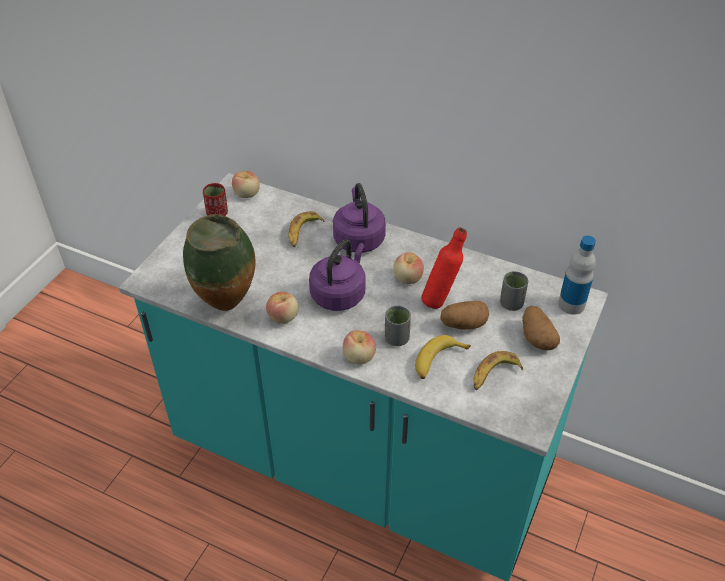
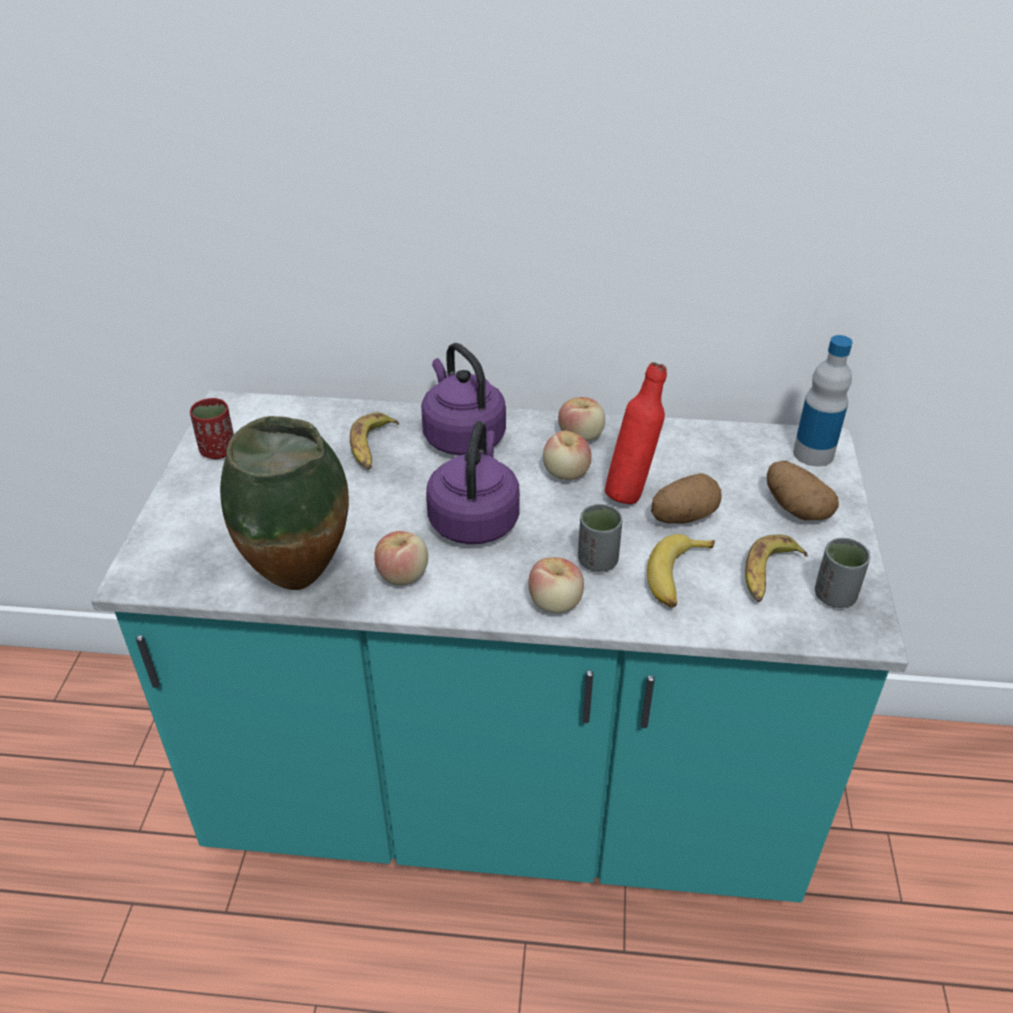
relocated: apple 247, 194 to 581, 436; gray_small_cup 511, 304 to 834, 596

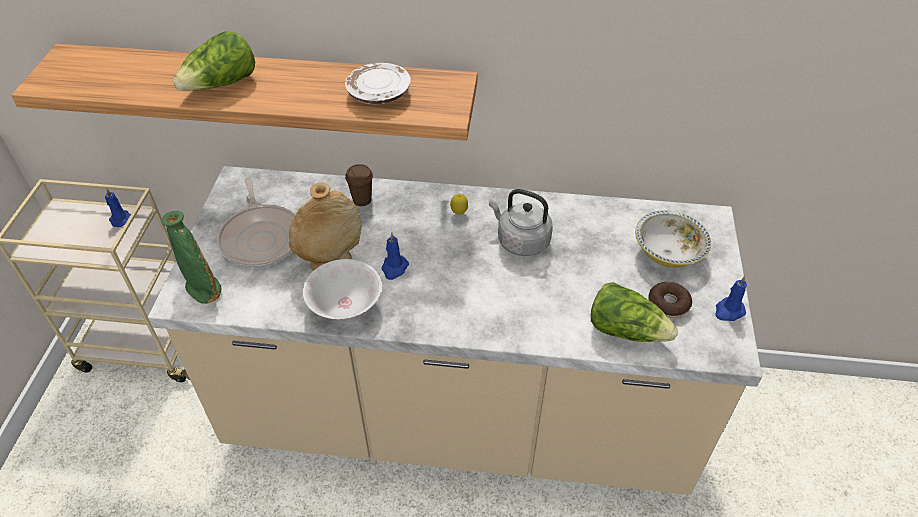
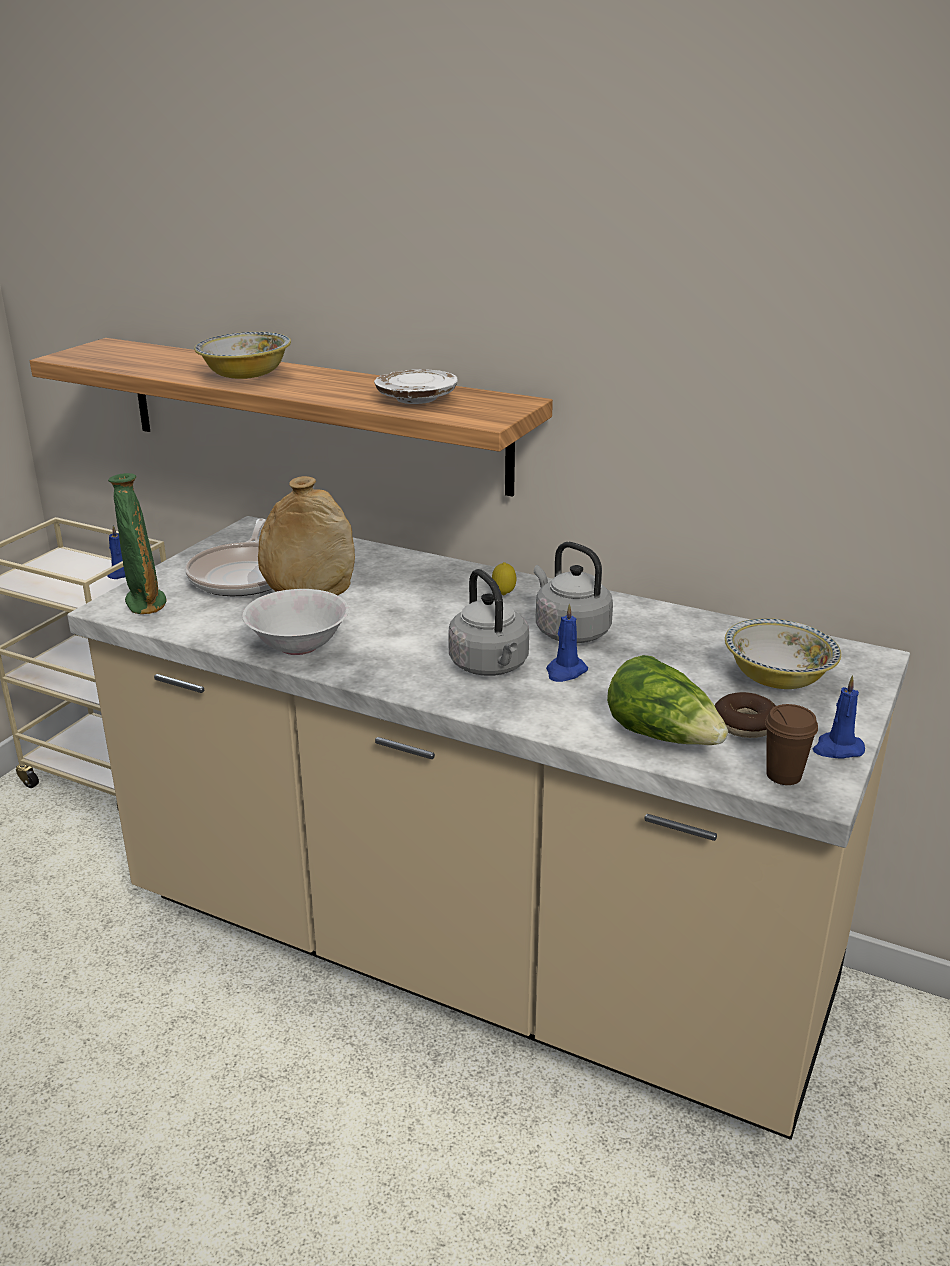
appeared: gray_tea_kettle 490, 666
relocated: blue_candle 394, 268 to 565, 672; brown_small_cup 362, 200 to 783, 775
exchanged: head_of_lettuce 221, 85 to bowl 246, 376

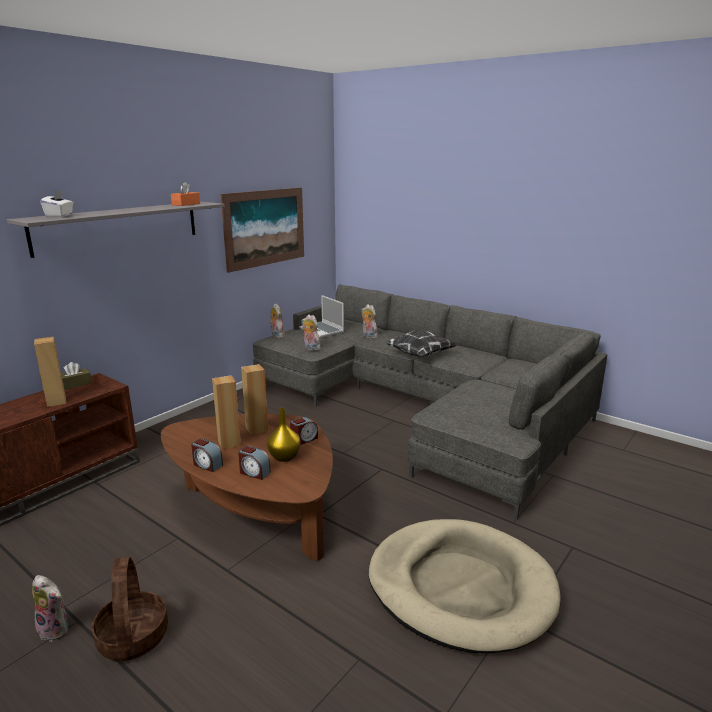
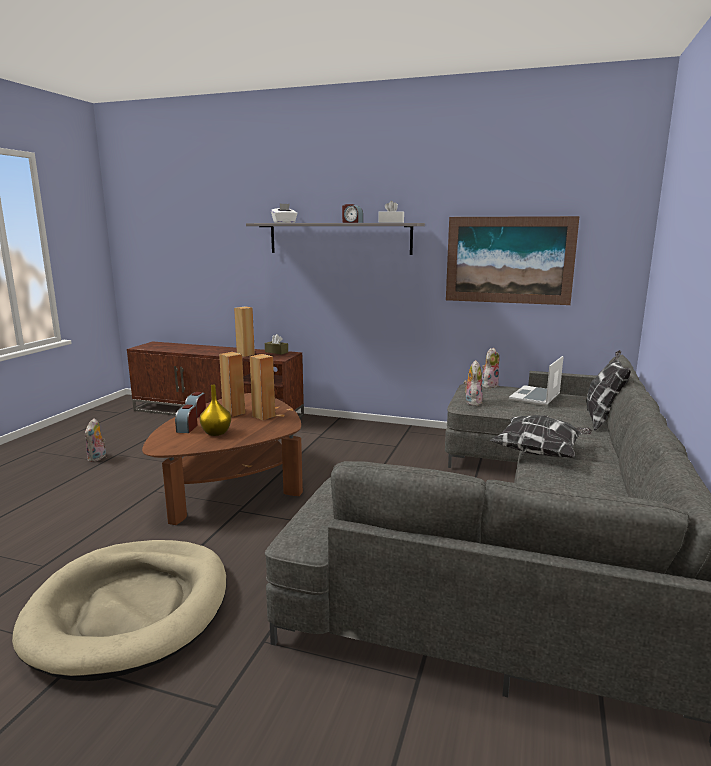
missing: basket 132, 637; plush_toy 368, 336
appeared: throw_pillow 602, 421
relocated: table_clock 304, 439 to 352, 222
colour: orangey_box_of_tissues 186, 204 to whitish_box_of_tissues 391, 222

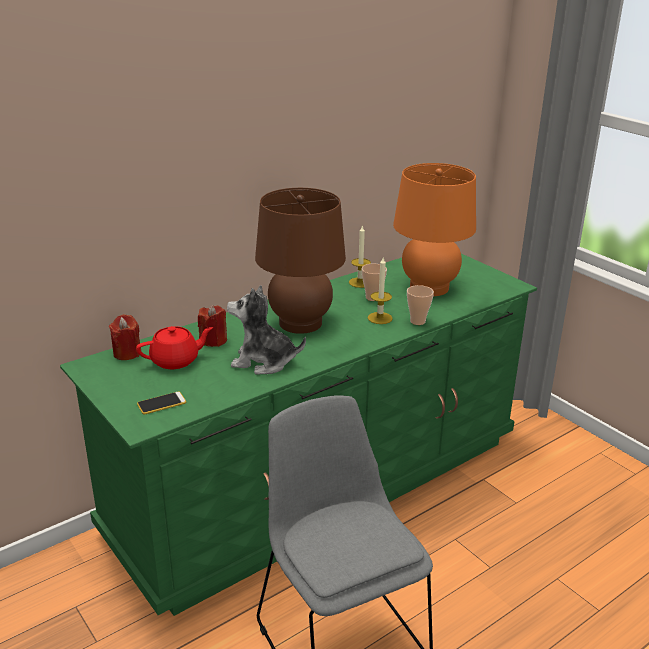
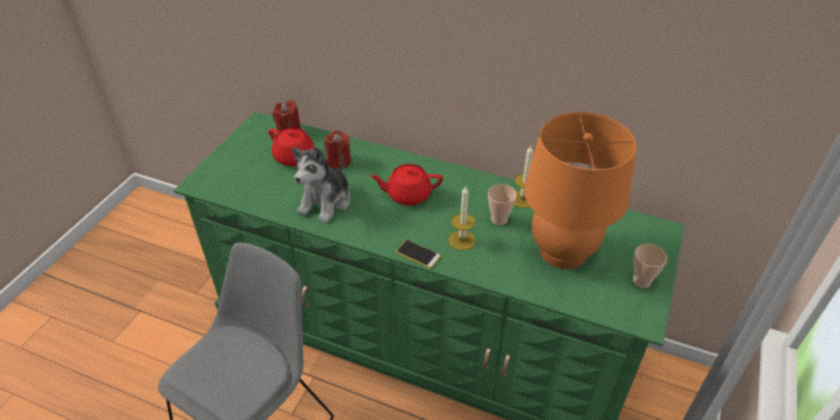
relocated: handset 161, 403 to 418, 254; small_cup 417, 321 to 641, 281
exchanged: brown_table_lamp 300, 323 to red-coloured_teapot 408, 195
spun: plush_toy 263, 361 = 326, 202 135 degrees counterclockwise

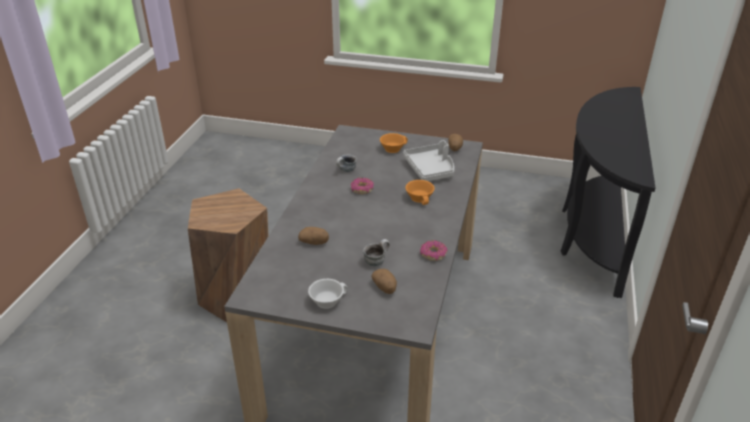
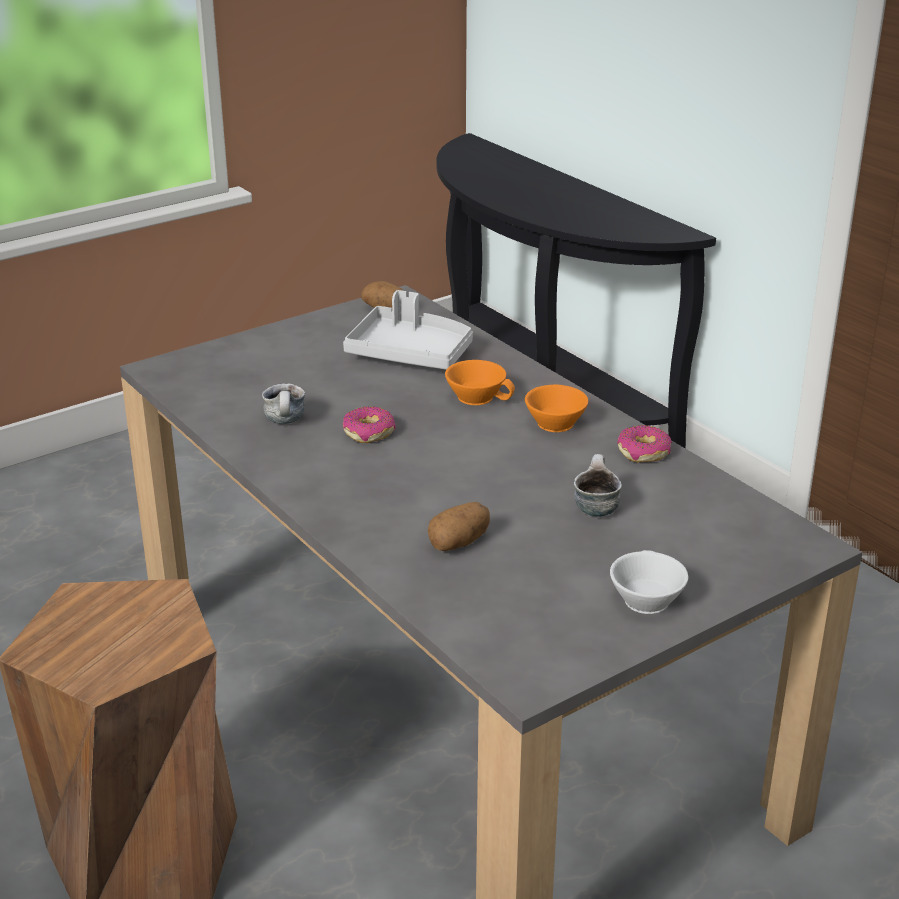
missing: spud 385, 288
relocated: orangey_small_cup 392, 148 to 553, 422

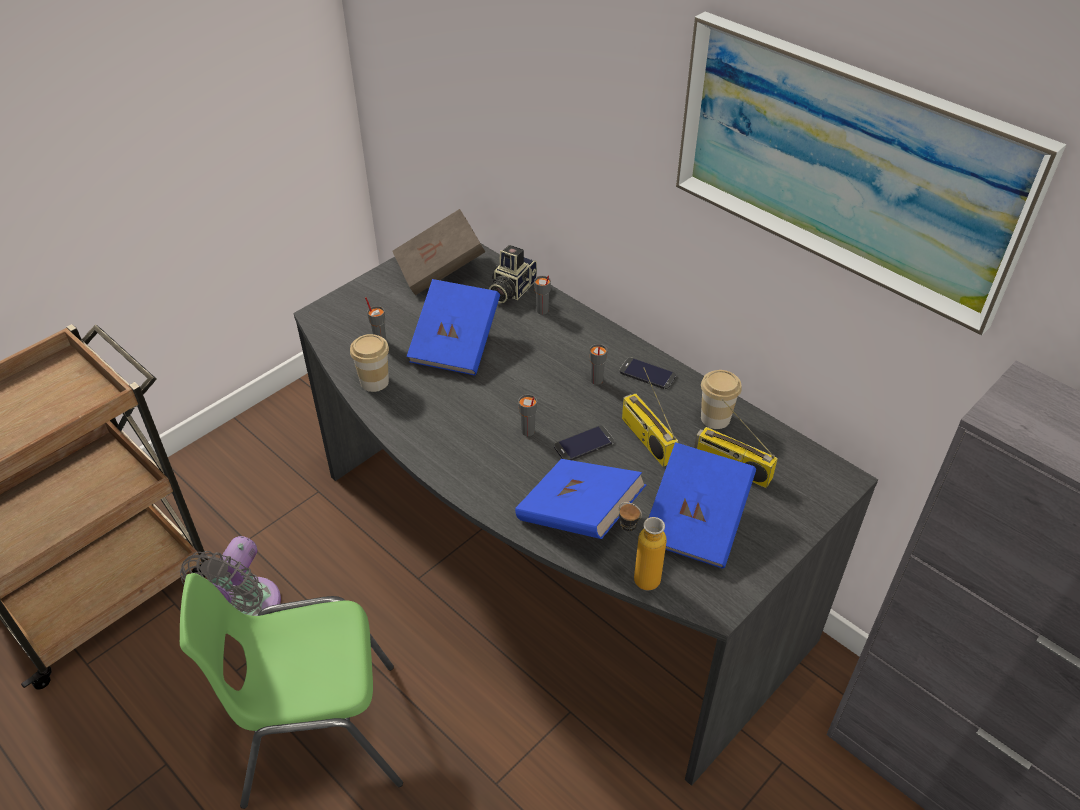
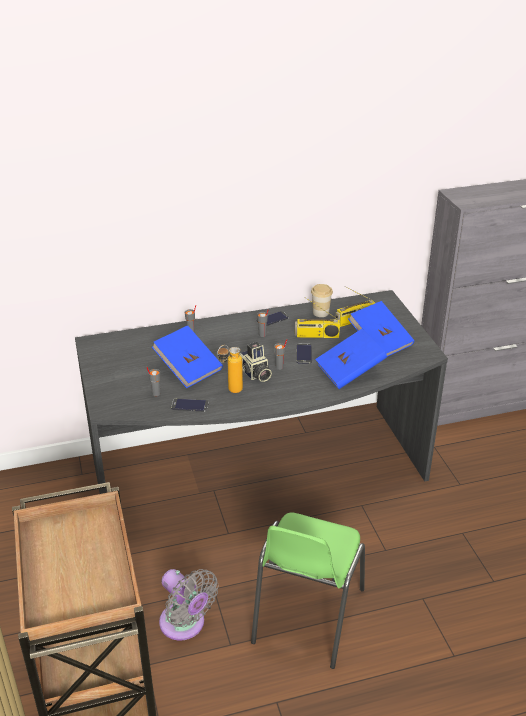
missing: brown_bound_book 440, 270; wall_picture 844, 165
relocated: beverage_bottle 636, 576 to 230, 391; still_camera 510, 289 to 254, 374
exchanged: small_cup 374, 382 to handset 190, 405

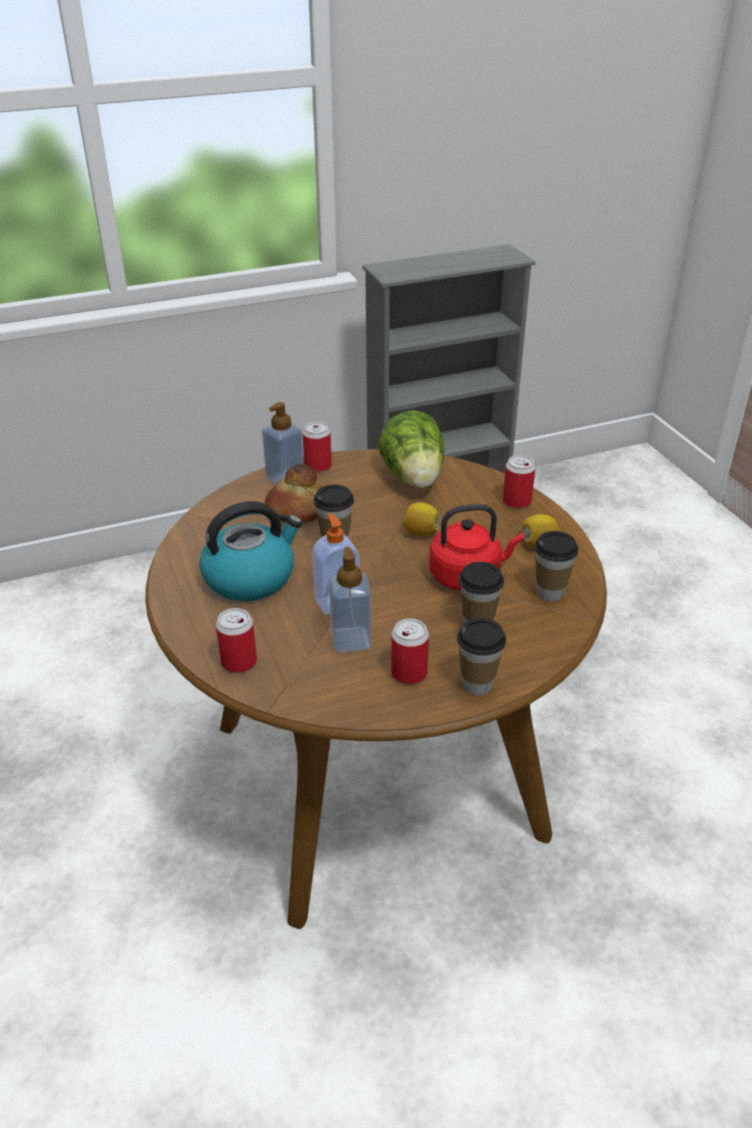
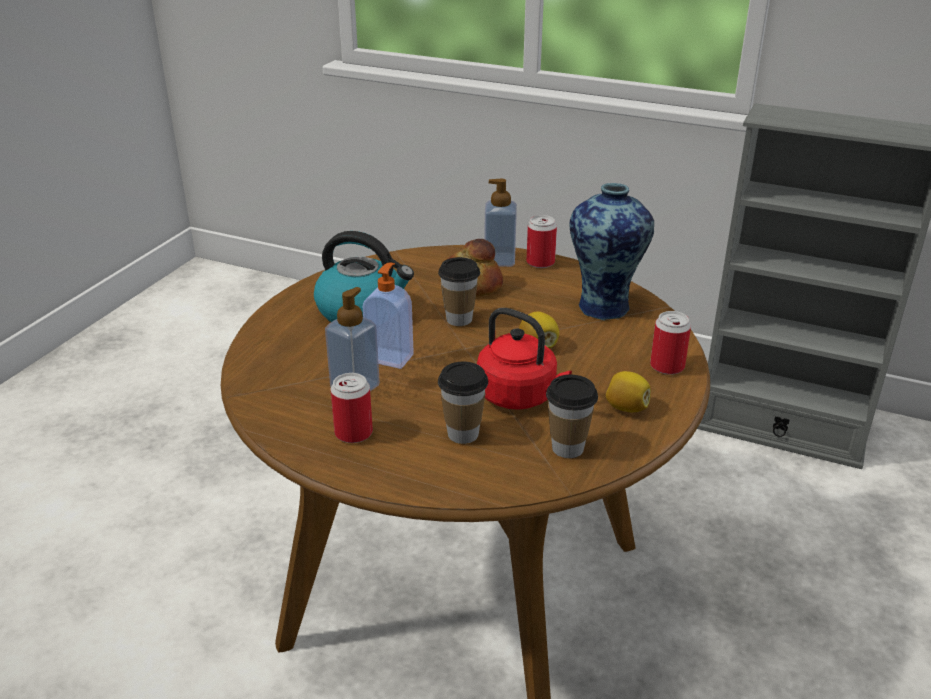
missing: sealed_can 239, 662; small_cup 477, 684
exchanged: head_of_lettuce 414, 478 to decorative_vase 604, 306

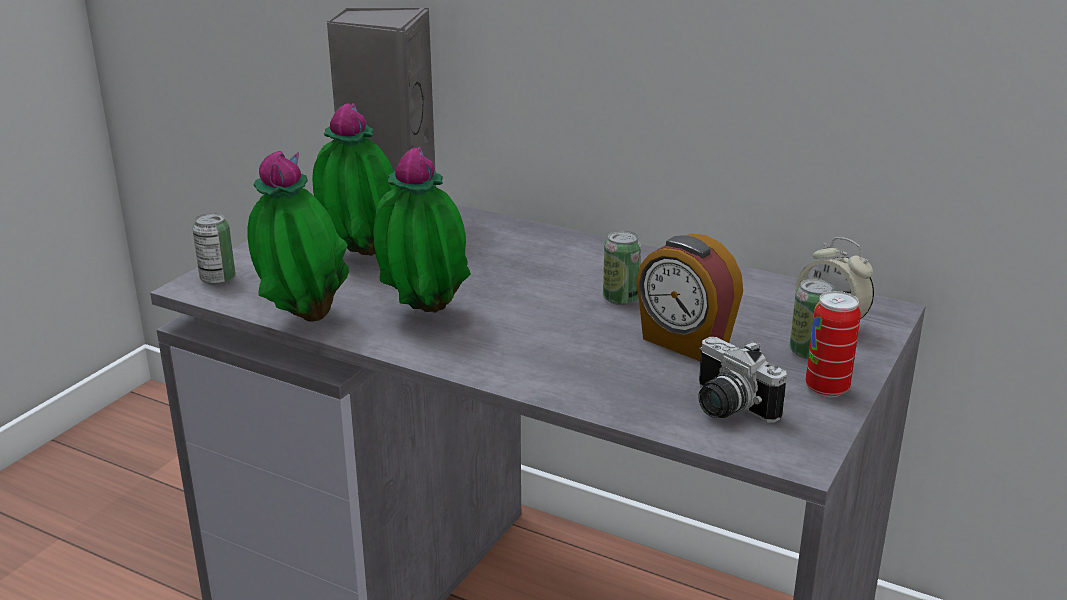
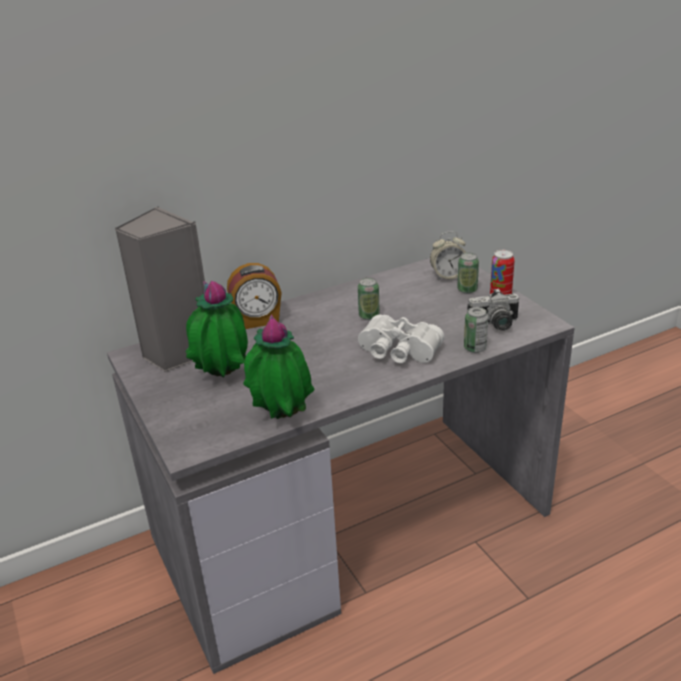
missing: plant_in_a_pot 423, 314
appeared: whitish_binoculars 397, 352
relocated: table_clock 684, 342 to 257, 321; sealed_can 218, 279 to 475, 348

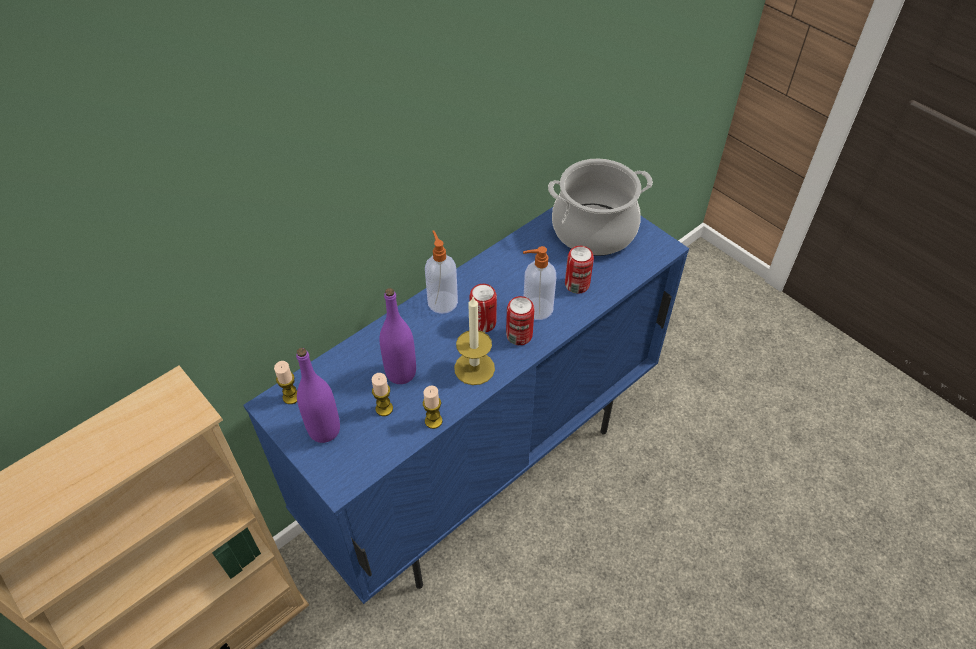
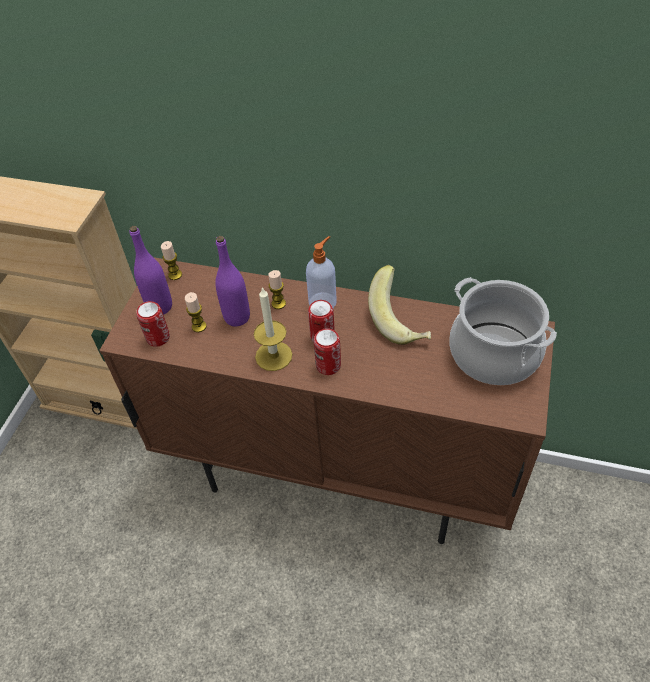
missing: soap_bottle 536, 309
appeared: banana 401, 321
relocated: sealed_can 577, 285 to 158, 338; candle 433, 421 to 278, 303
colour: blue_cabinet 485, 470 to brown_cabinet 337, 475

